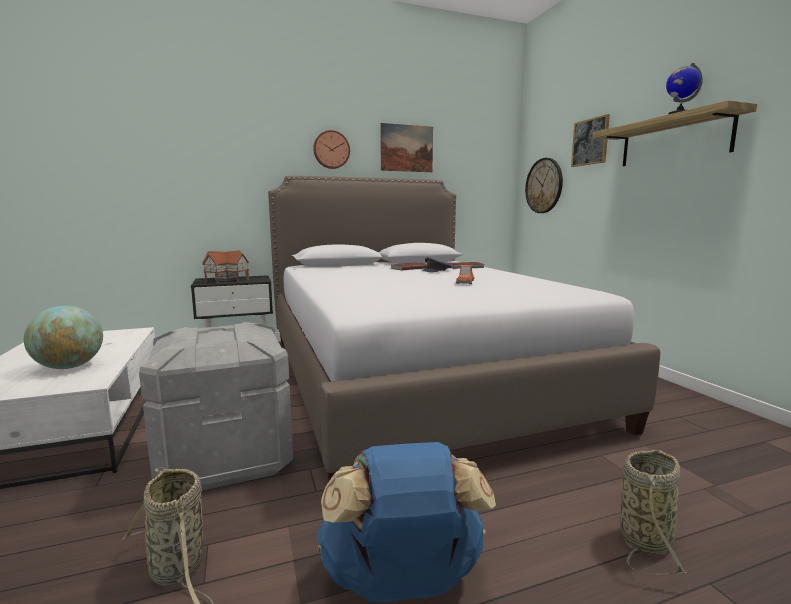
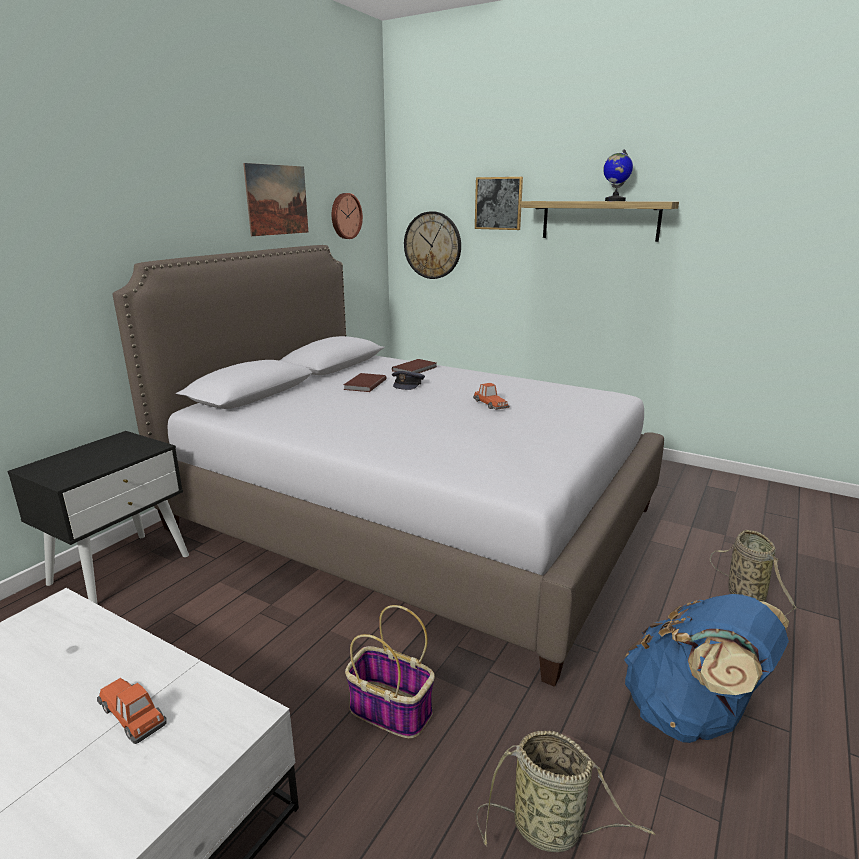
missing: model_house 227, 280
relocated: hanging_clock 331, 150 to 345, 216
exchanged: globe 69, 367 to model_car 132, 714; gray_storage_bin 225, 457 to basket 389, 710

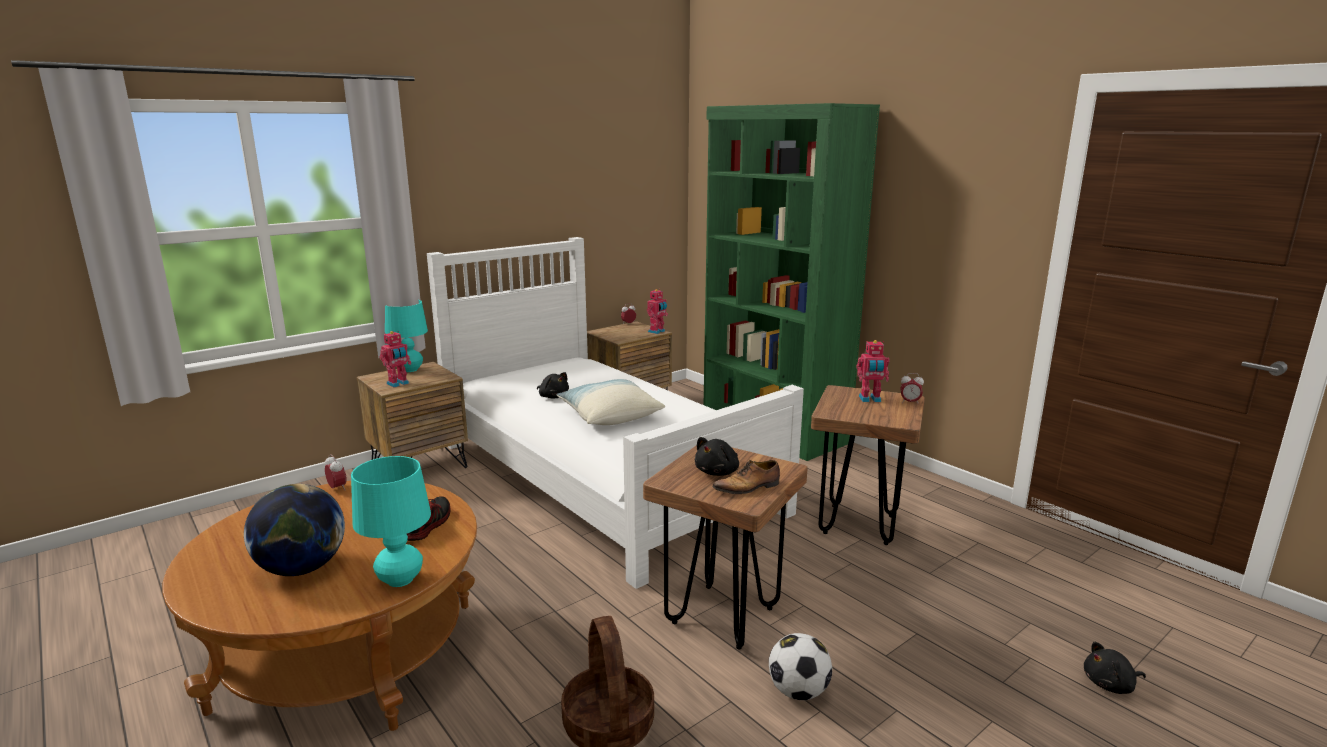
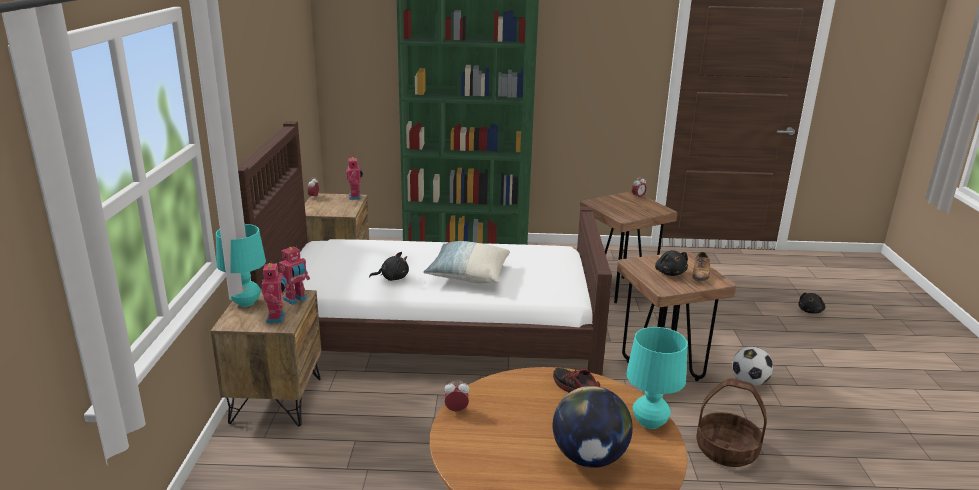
relocated: model_robot 870, 399 to 296, 300
colour: whitish_bed 602, 476 to brown_bed 434, 332

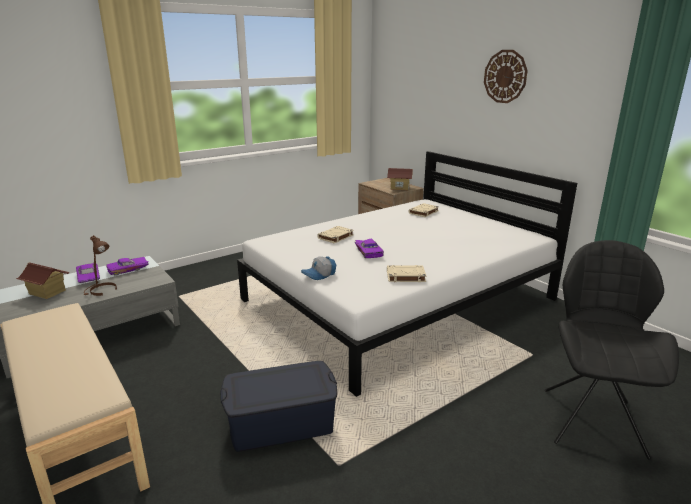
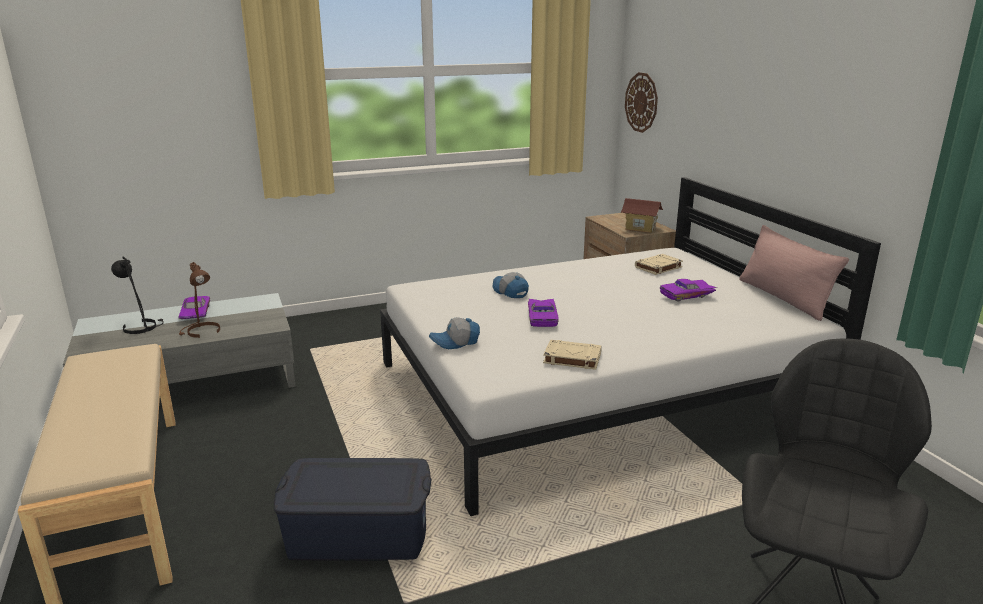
appeared: pinkish_throw_pillow 783, 298
relocated: hanging_clock 505, 76 to 641, 102; purplish_model_car 128, 270 to 687, 295
exchanged: model_house 47, 292 to black-coloured_table_lamp 142, 326; beige_bound_book 335, 237 to baseball_cap 509, 292

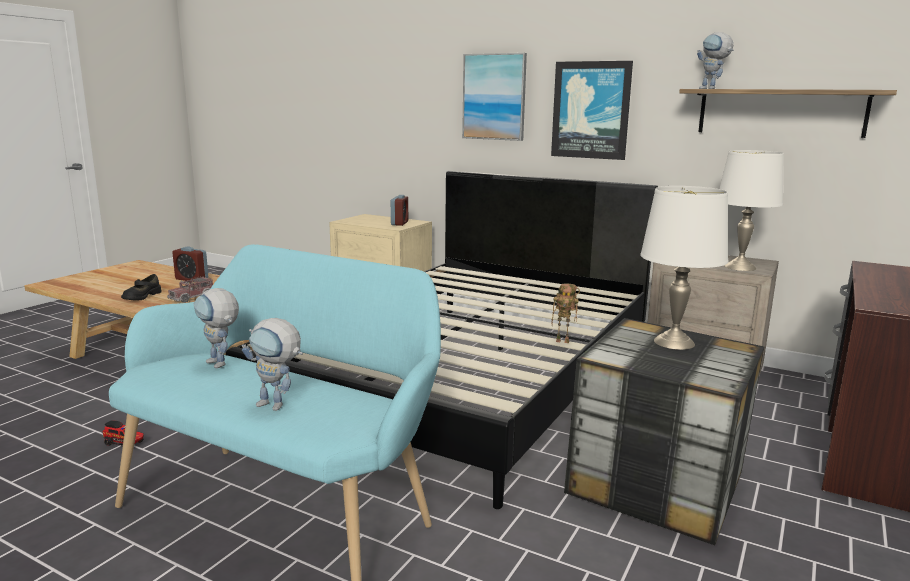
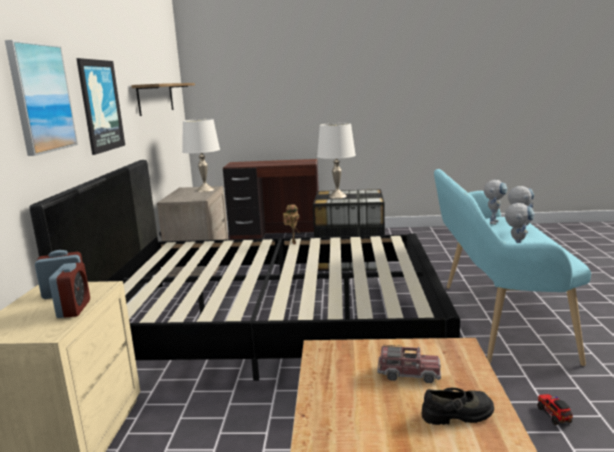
relocated: table_clock 192, 279 to 74, 309; model_robot 712, 89 to 493, 221

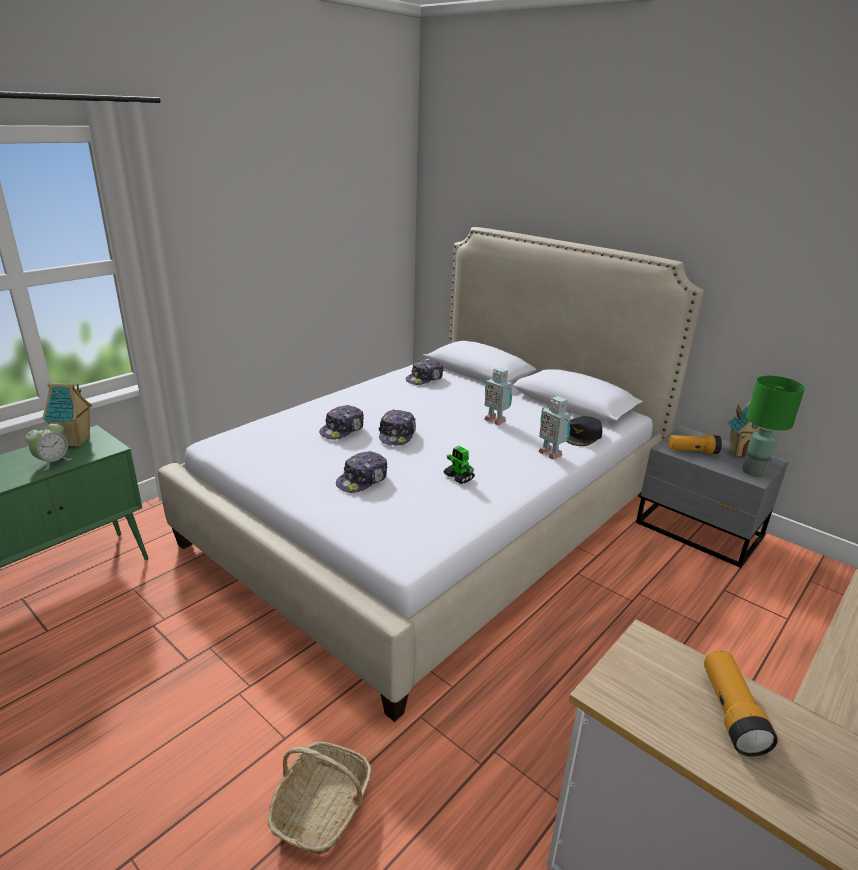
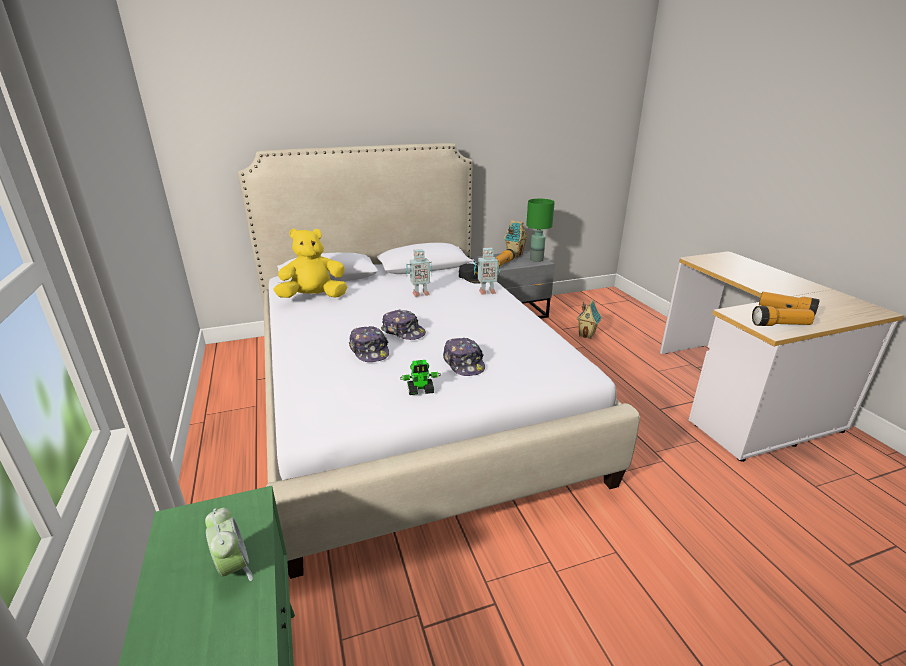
missing: basket 322, 808
appeared: torch 780, 325
relocated: model_robot 459, 477 to 420, 390; model_house 75, 441 to 587, 335
exchanged: baseball_cap 425, 379 to yellow-coloured_plush_toy 314, 297

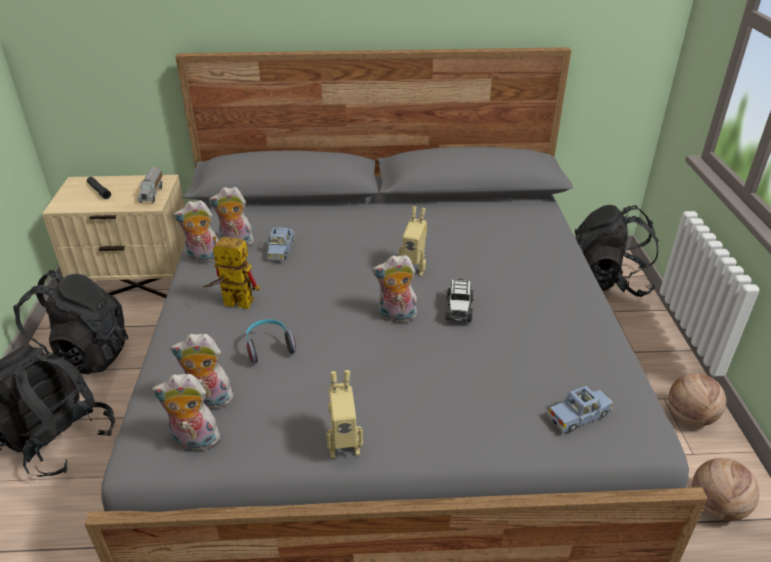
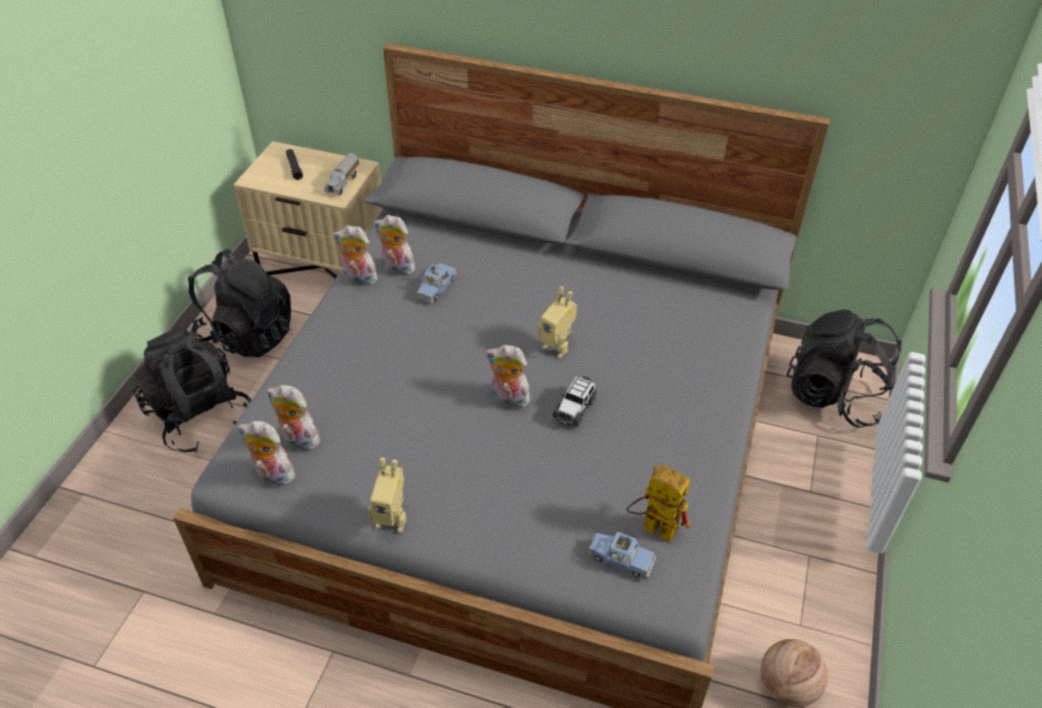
missing: headset 269, 346; ball_for_basketball 690, 417
relocated: model_robot 231, 303 to 652, 527
spun: blue_model_car 579, 416 = 621, 559 150 degrees counterclockwise

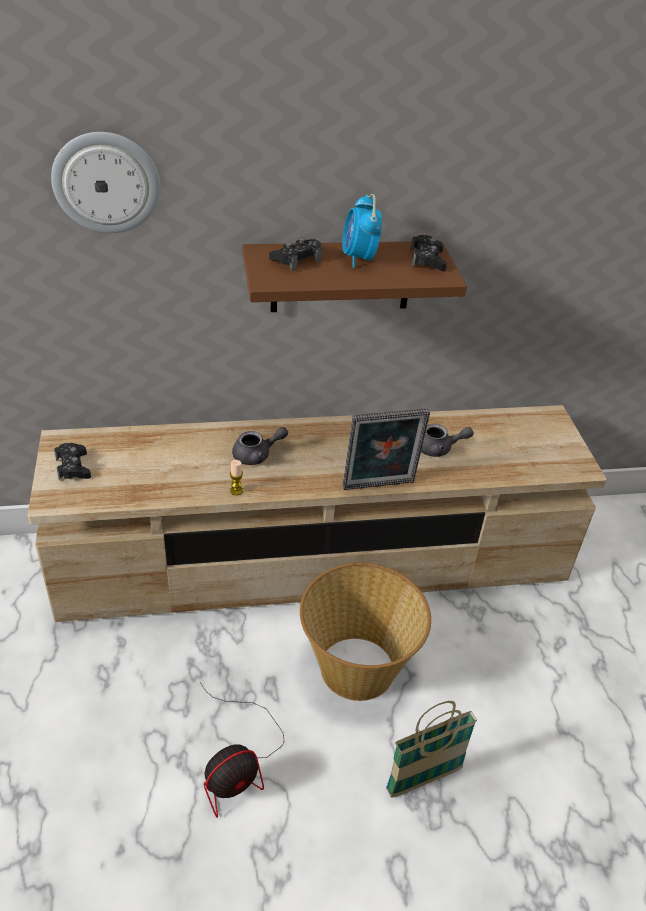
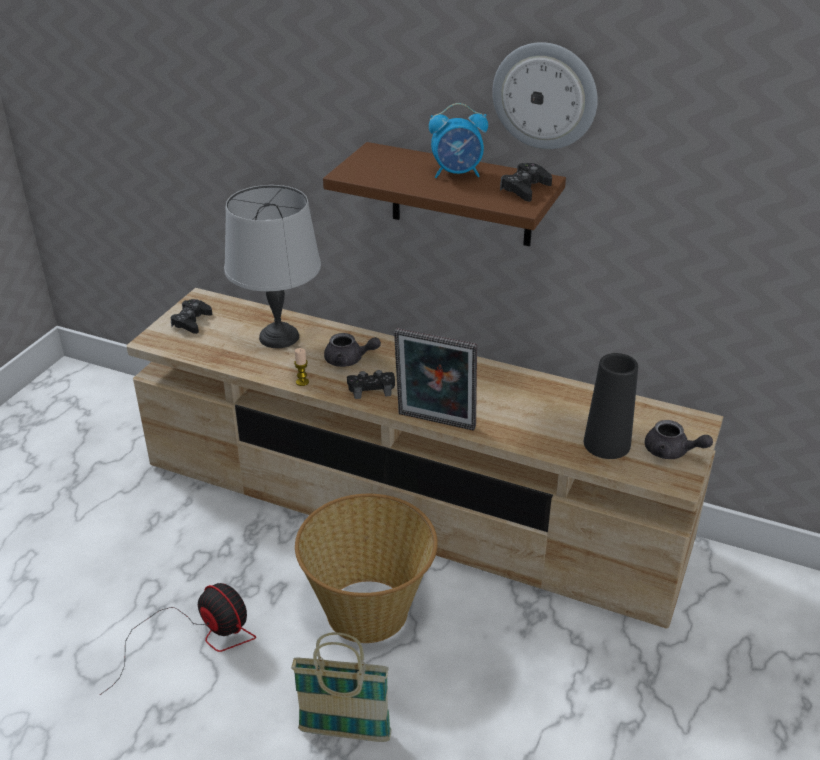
appeared: gray_table_lamp 278, 337; black-coloured_decorative_vase 607, 444
relocated: black-coloured_game_controller 296, 259 to 371, 388; hanging_clock 106, 182 to 545, 95; gray_teapot 439, 449 to 671, 452
spun: cooling_fan 238, 764 = 197, 637 135 degrees counterclockwise; table_clock 359, 258 = 457, 174 120 degrees counterclockwise

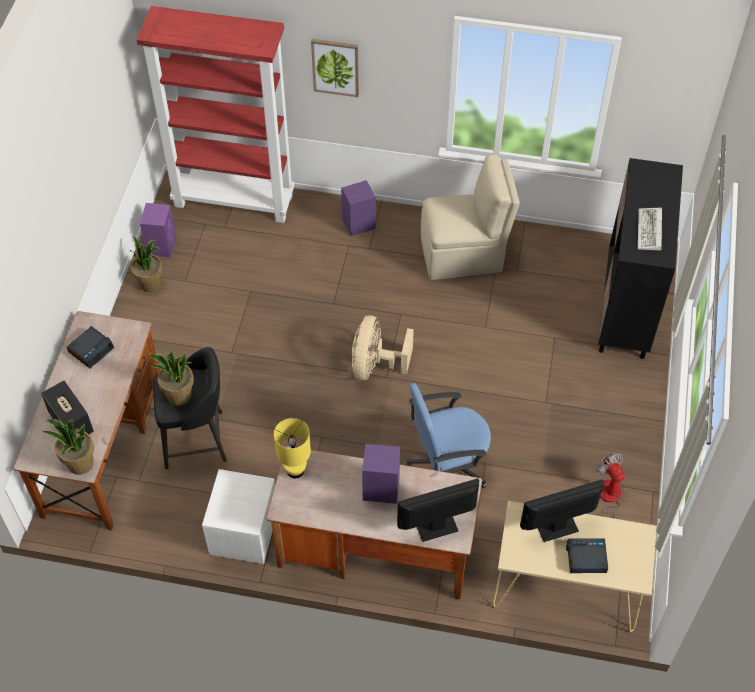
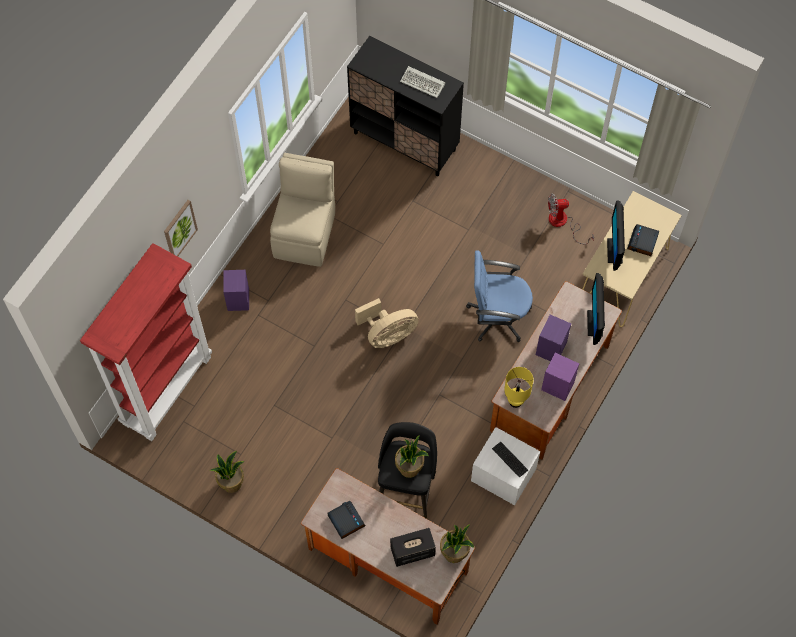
appeared: computer_keyboard 509, 459
relocated: purplish_audio_speaker 161, 245 to 557, 385
spun: beige_cooling_fan 375, 365 = 388, 335 60 degrees counterclockwise; blue_computer_chair 447, 465 = 497, 316 90 degrees clockwise

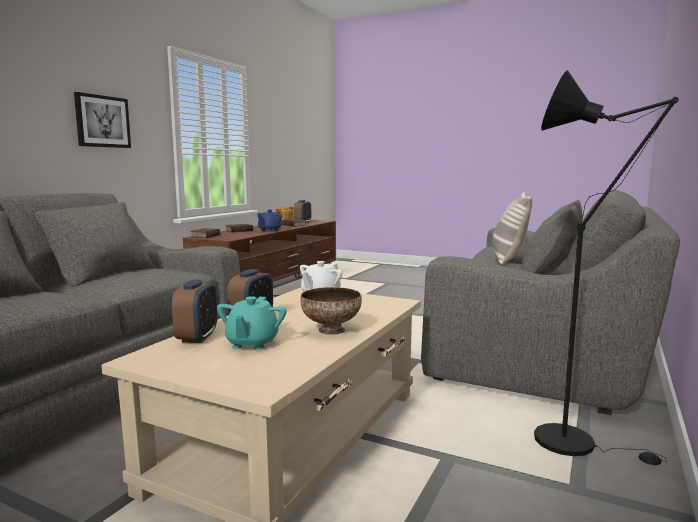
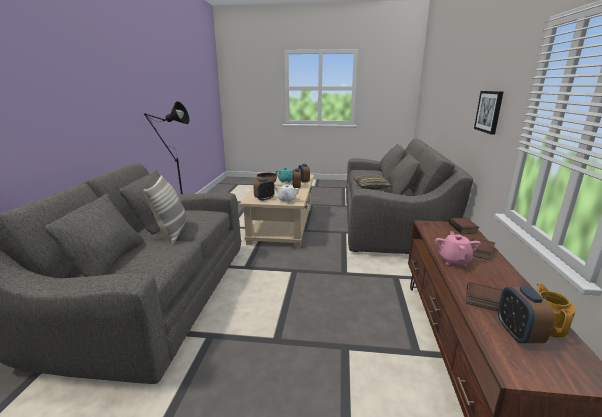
appeared: table_clock 264, 198; throw_pillow 371, 187
colour: blue_teapot 269, 230 to pinkish_teapot 454, 260

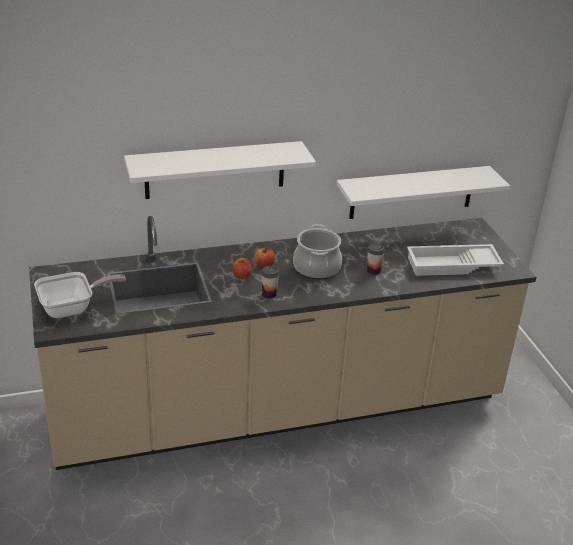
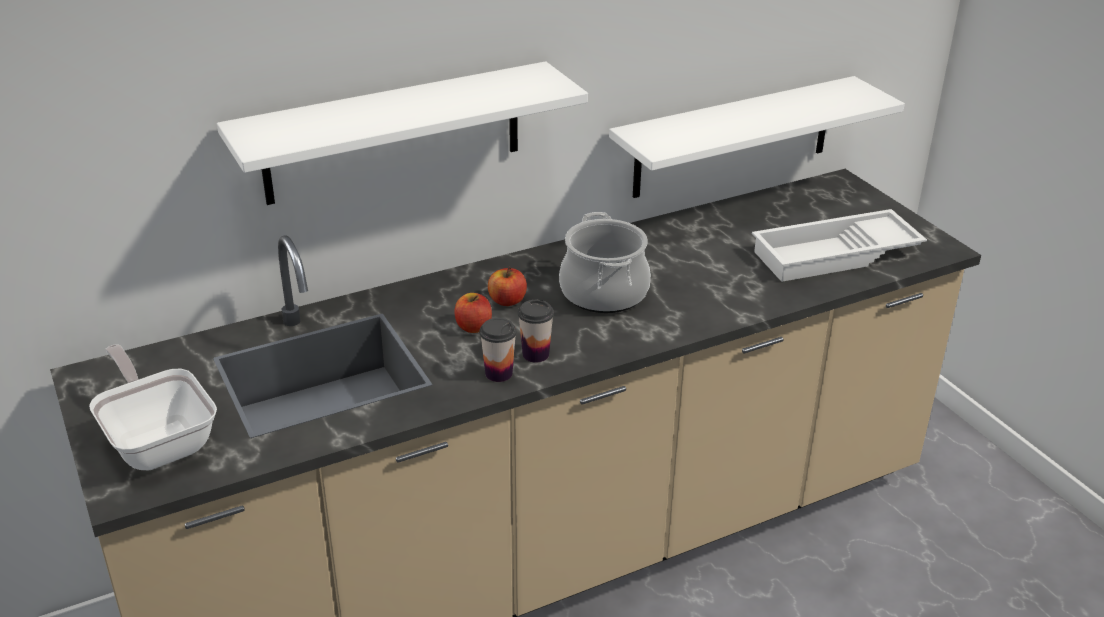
relocated: small_cup 373, 271 to 498, 373
spun: pan 72, 308 = 158, 440 90 degrees counterclockwise

